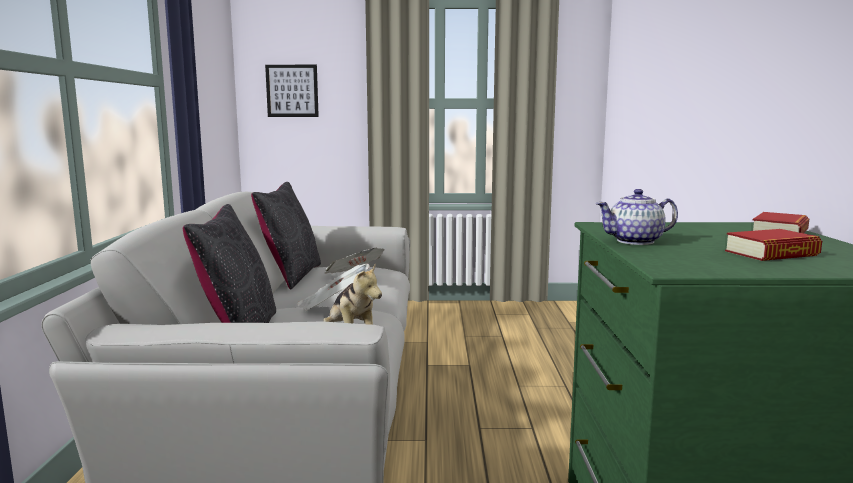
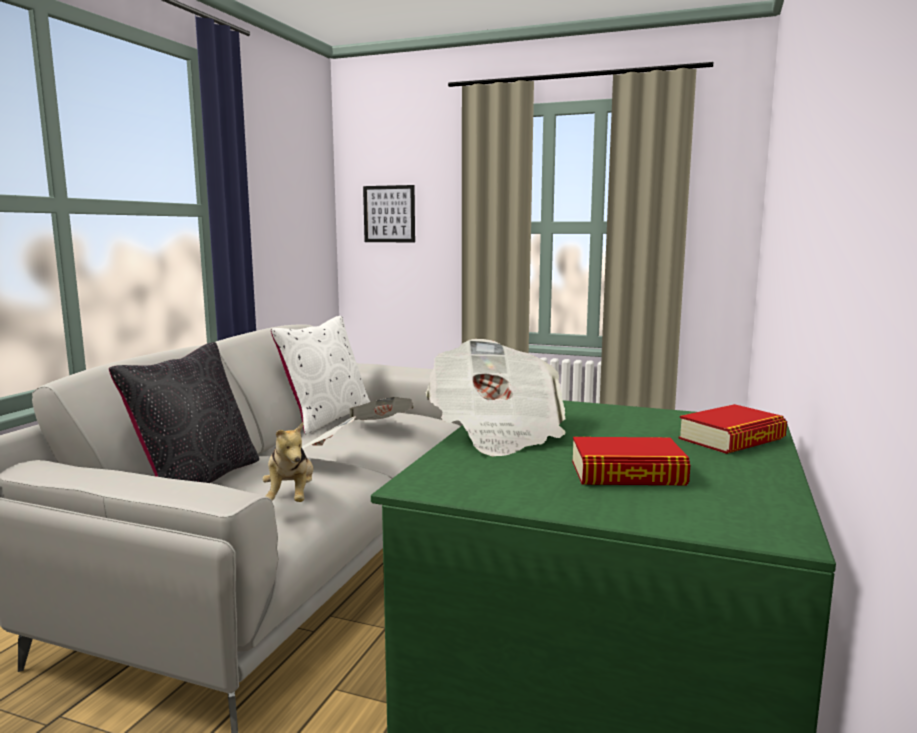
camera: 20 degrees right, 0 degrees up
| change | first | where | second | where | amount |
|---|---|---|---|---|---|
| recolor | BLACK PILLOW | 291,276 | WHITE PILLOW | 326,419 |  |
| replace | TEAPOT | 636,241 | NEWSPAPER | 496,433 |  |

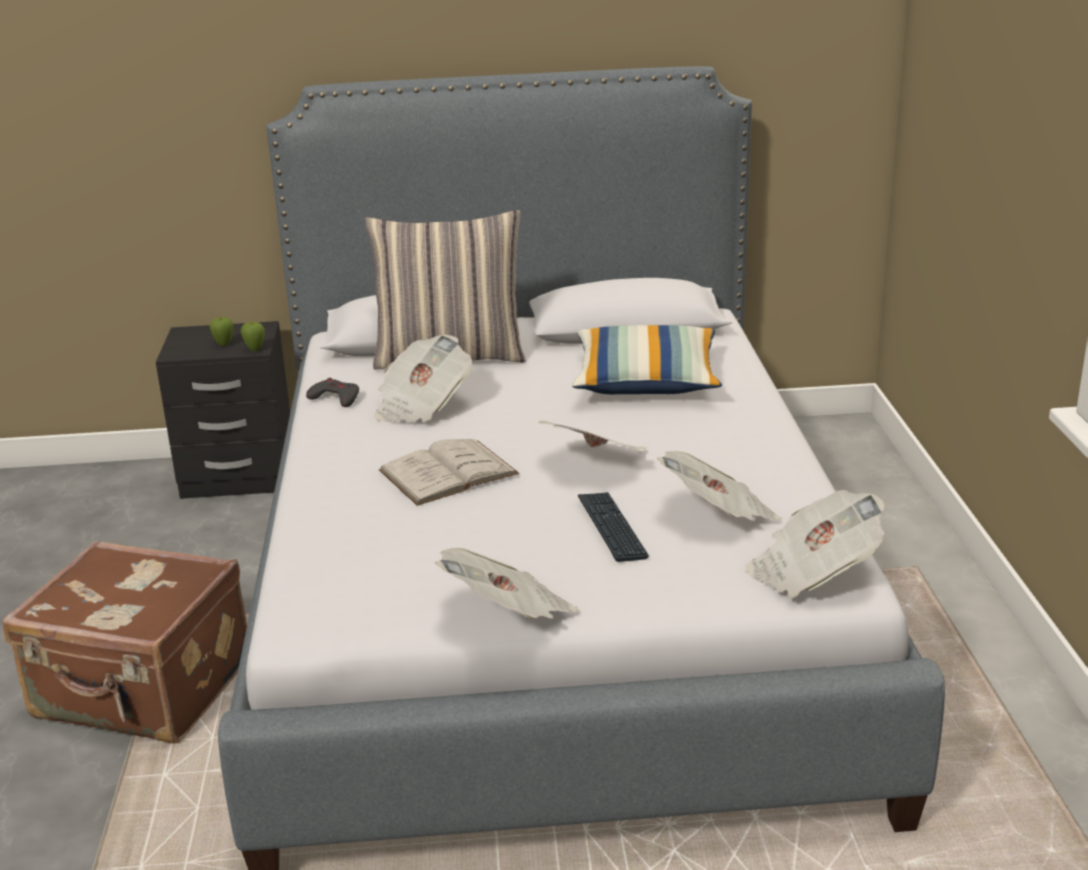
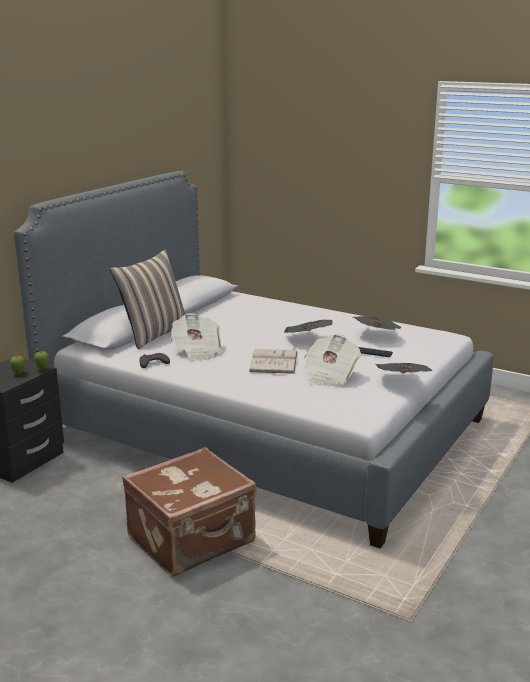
camera: 55 degrees left, 5 degrees down
| change | first | where | second | where | amount |
|---|---|---|---|---|---|
| delete | PILLOW | 646,381 |  |  |  |
| move | NEWSPAPER | 812,573 |  | 329,375 |  |

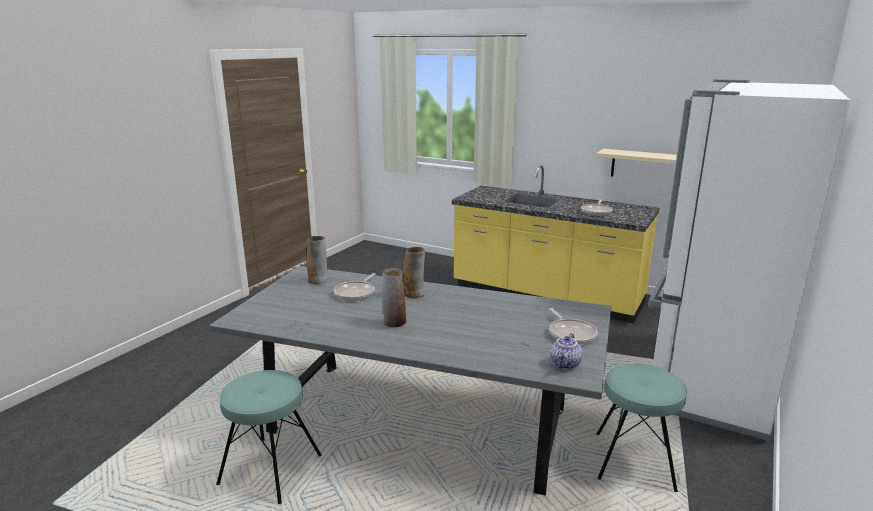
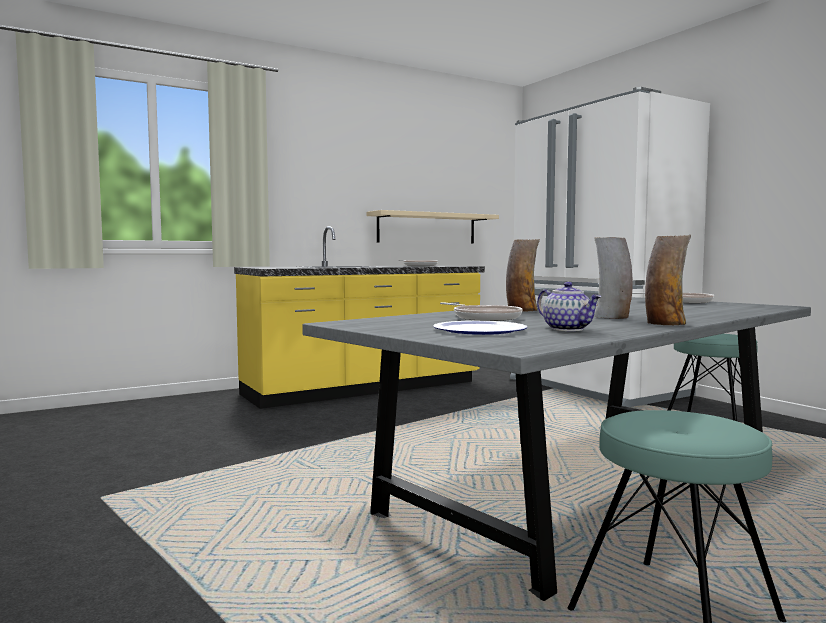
camera: 60 degrees left, 15 degrees down
| change | first | where | second | where | amount |
|---|---|---|---|---|---|
| move | VASE | 318,280 |  | 665,324 |  |
| move | TEAPOT | 566,364 |  | 568,329 |  |
| insert |  |  | PLATE | 480,330 |  |

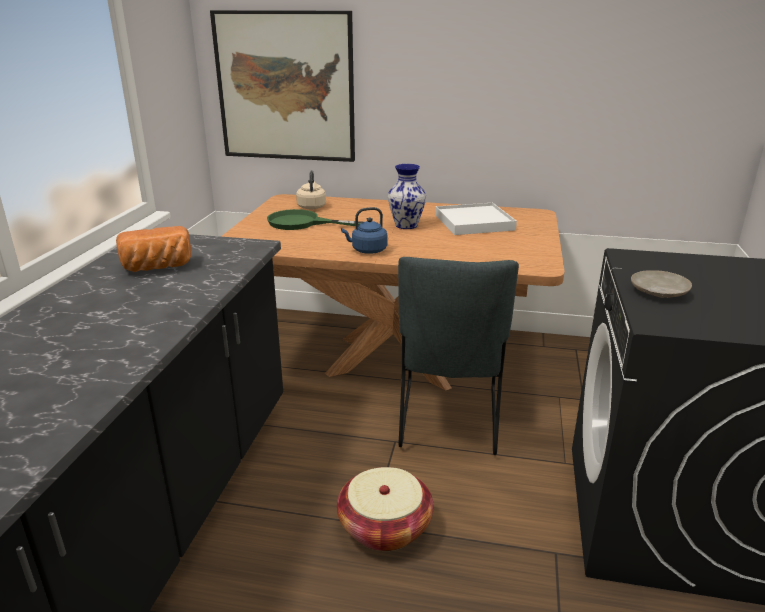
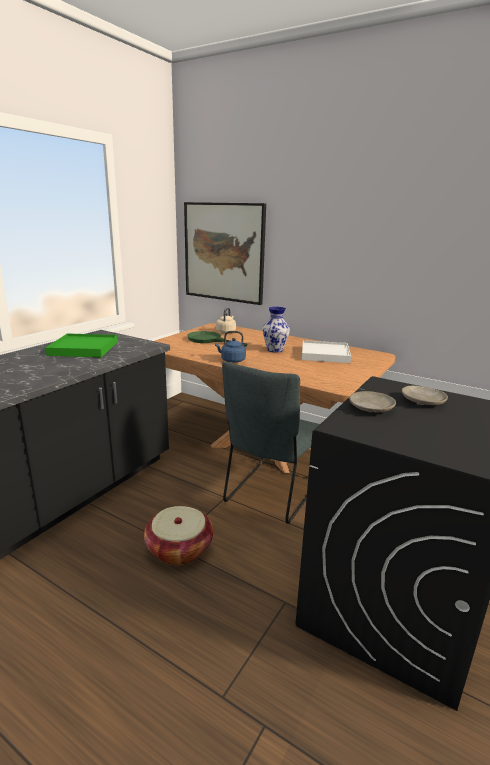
camera: 20 degrees right, 5 degrees down
| change | first | where | second | where | amount |
|---|---|---|---|---|---|
| replace | BREAD | 157,268 | GREEN TRAY | 83,348 |  |
| insert |  |  | BEIGE PLATE | 423,401 |  |

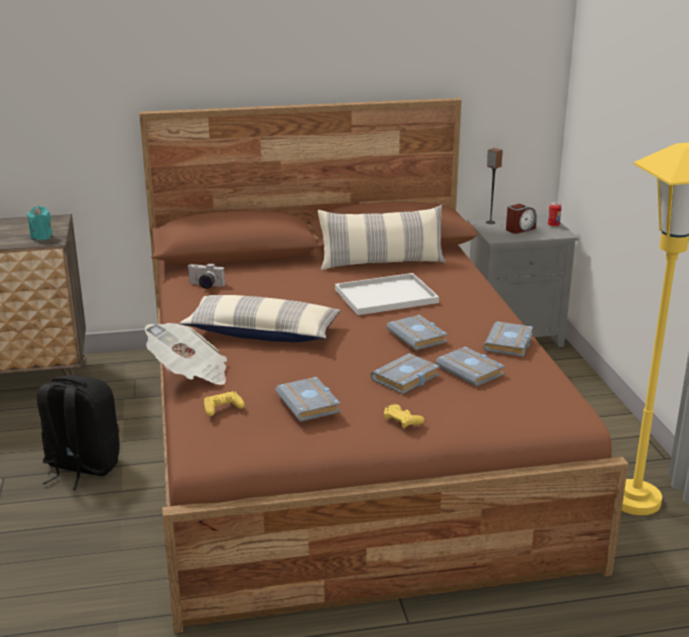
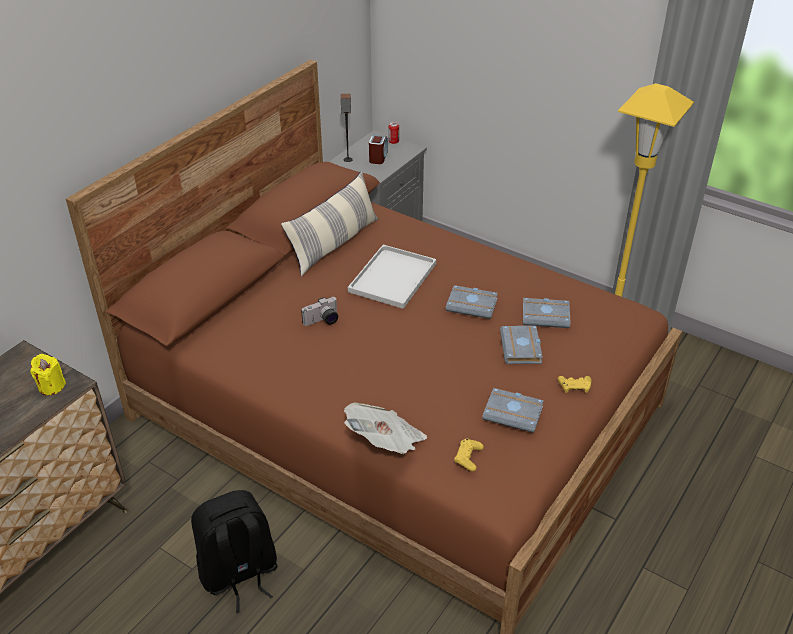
camera: 45 degrees left, 15 degrees up
| change | first | where | second | where | amount |
|---|---|---|---|---|---|
| recolor | TURQUOISE CANDLE | 41,237 | YELLOW CANDLE | 51,386 |  |
| move | PHOTO CAMERA | 205,286 |  | 322,321 |  |
| delete | PILLOW | 262,332 |  |  |  |
| delete | GREY BOOK | 510,344 |  |  |  |

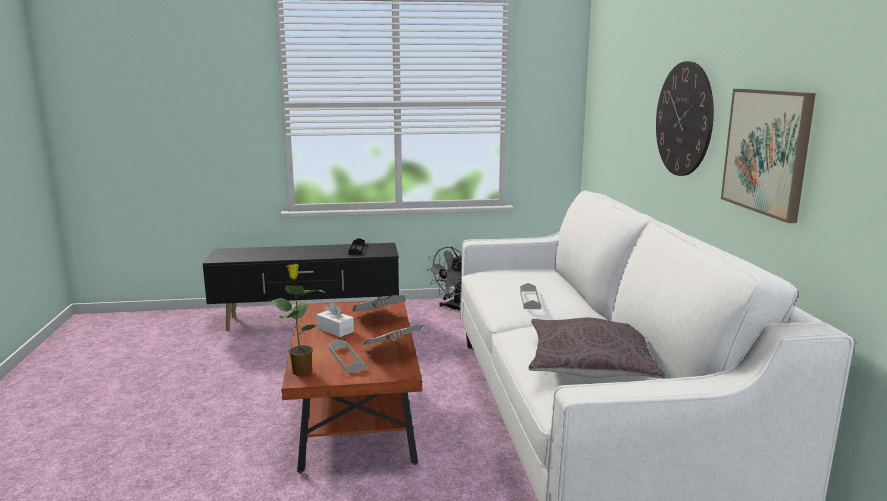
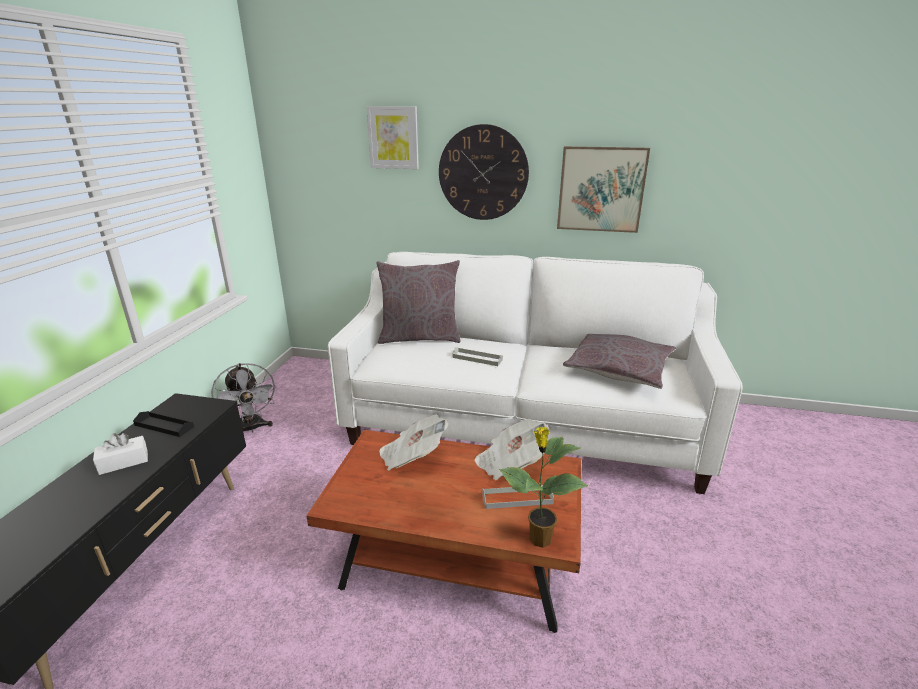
camera: 70 degrees left, 10 degrees up
| change | first | where | second | where | amount |
|---|---|---|---|---|---|
| move | WHITE TISSUE BOX | 335,330 |  | 124,462 |  |
| insert |  |  | PICTURE | 393,137 |  |
| insert |  |  | GREY PILLOW | 420,337 |  |

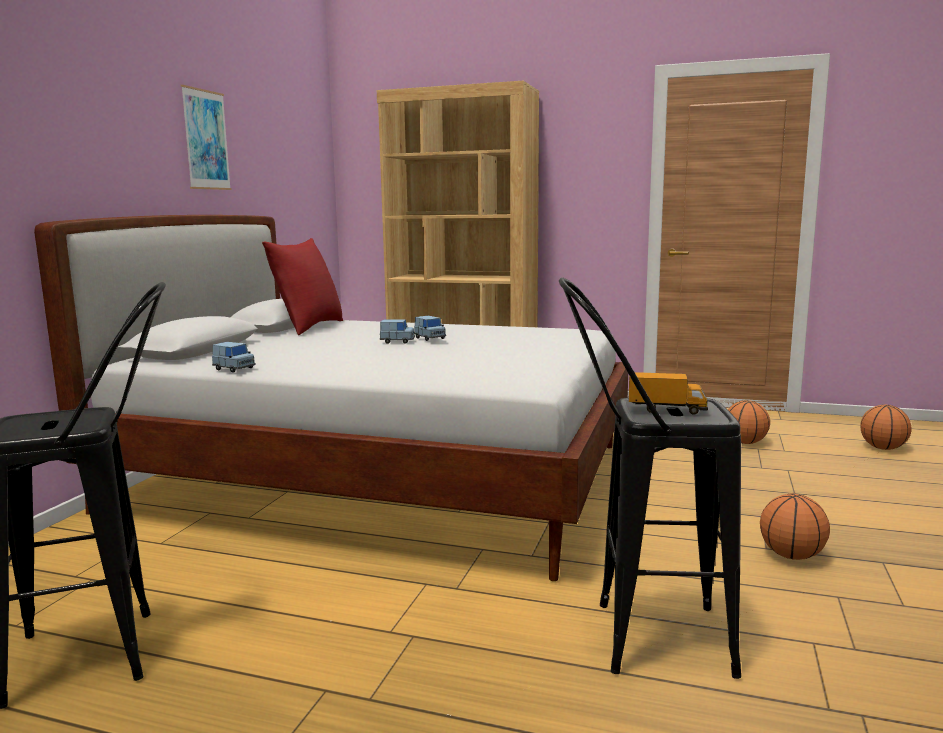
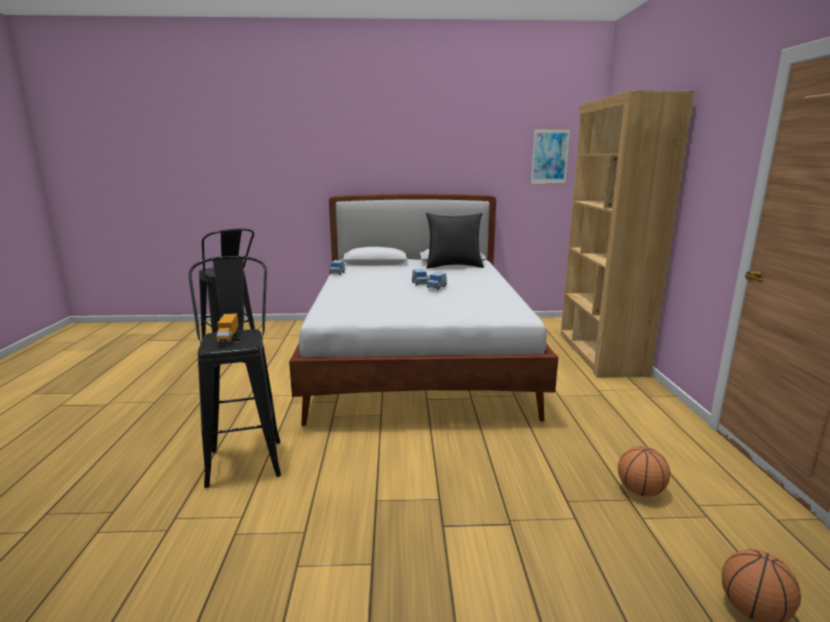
camera: 70 degrees right, 5 degrees up
| change | first | where | second | where | amount |
|---|---|---|---|---|---|
| move | PICTURE | 206,140 |  | 549,156 |  |
| recolor | RED PILLOW | 308,327 | BLACK PILLOW | 453,266 |  |
| delete | BASKETBALL | 791,556 |  |  |  |

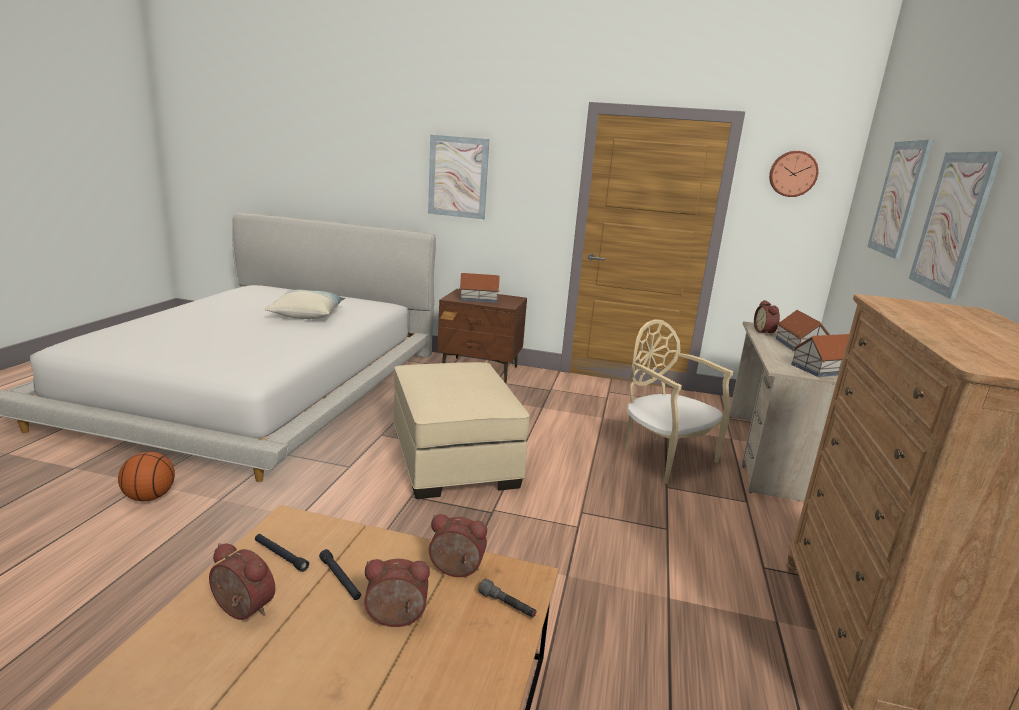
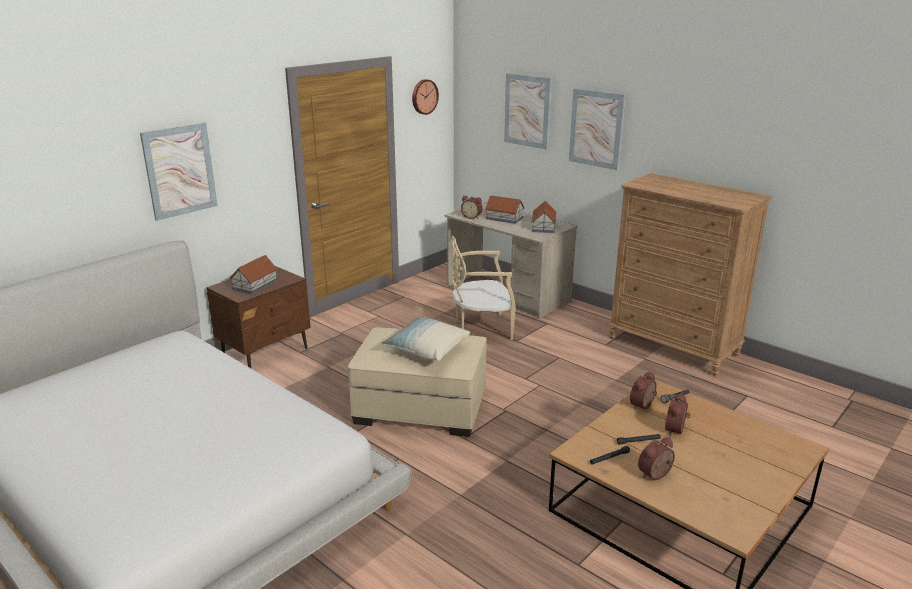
camera: 60 degrees left, 5 degrees up
| change | first | where | second | where | amount |
|---|---|---|---|---|---|
| move | PILLOW | 307,315 |  | 426,349 |  |
| delete | BASKETBALL | 150,497 |  |  |  |

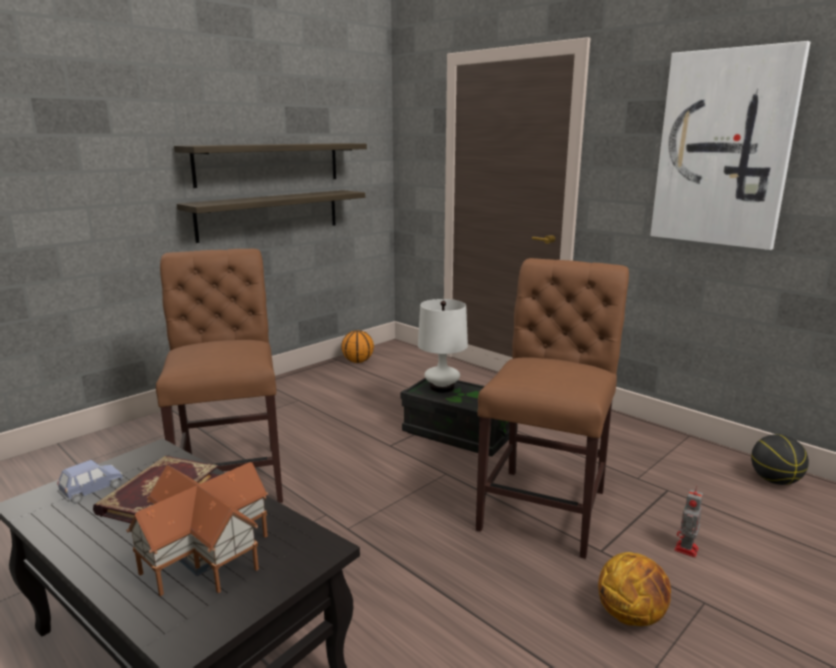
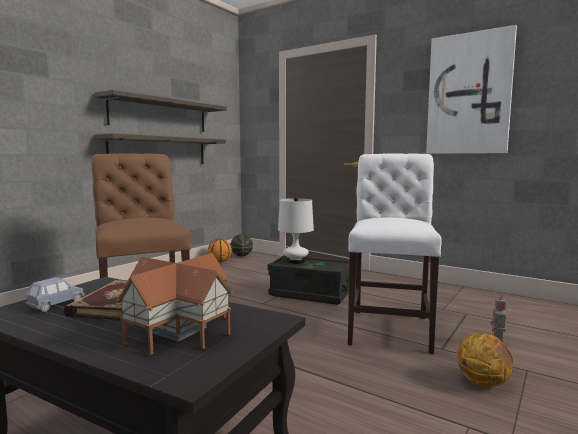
camera: 10 degrees left, 10 degrees down
| change | first | where | second | where | amount |
|---|---|---|---|---|---|
| recolor | BROWN CHAIR | 546,505 | WHITE CHAIR | 390,327 |  |
| move | BASKETBALL | 775,480 |  | 241,256 |  |

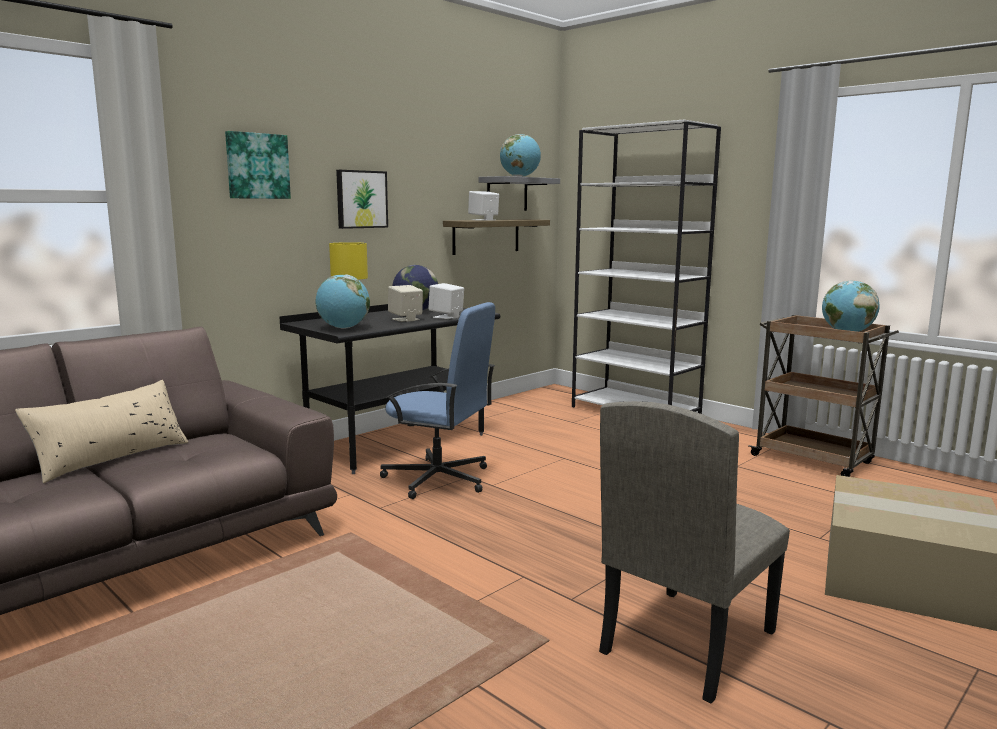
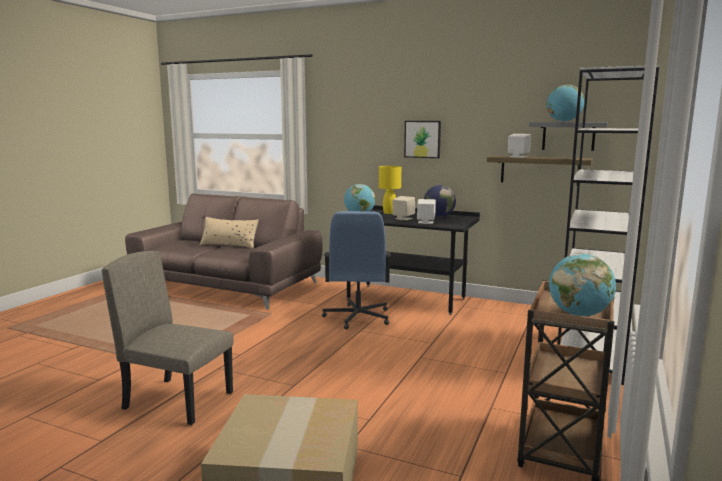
camera: 70 degrees right, 0 degrees up
| change | first | where | second | where | amount |
|---|---|---|---|---|---|
| delete | PICTURE | 257,166 |  |  |  |

